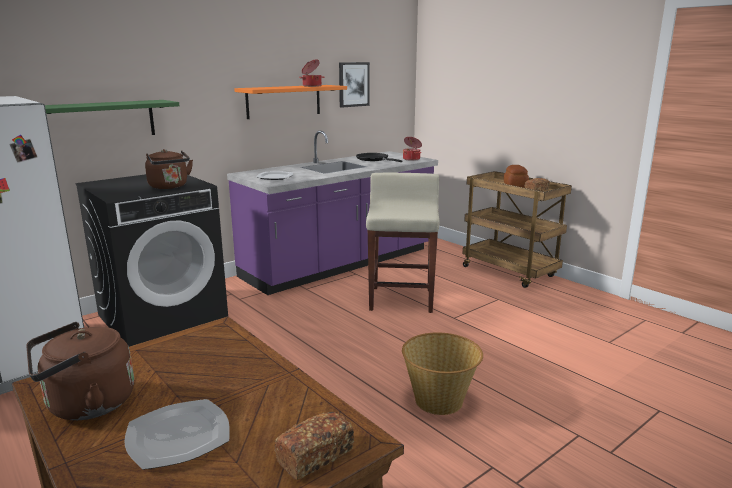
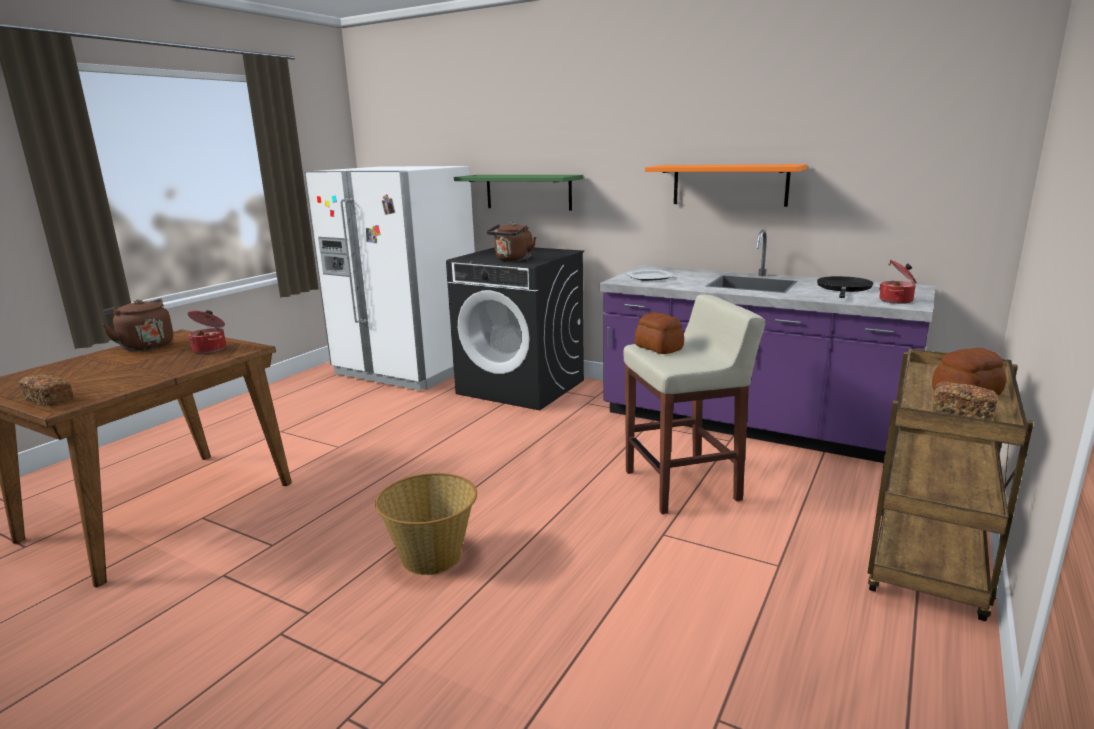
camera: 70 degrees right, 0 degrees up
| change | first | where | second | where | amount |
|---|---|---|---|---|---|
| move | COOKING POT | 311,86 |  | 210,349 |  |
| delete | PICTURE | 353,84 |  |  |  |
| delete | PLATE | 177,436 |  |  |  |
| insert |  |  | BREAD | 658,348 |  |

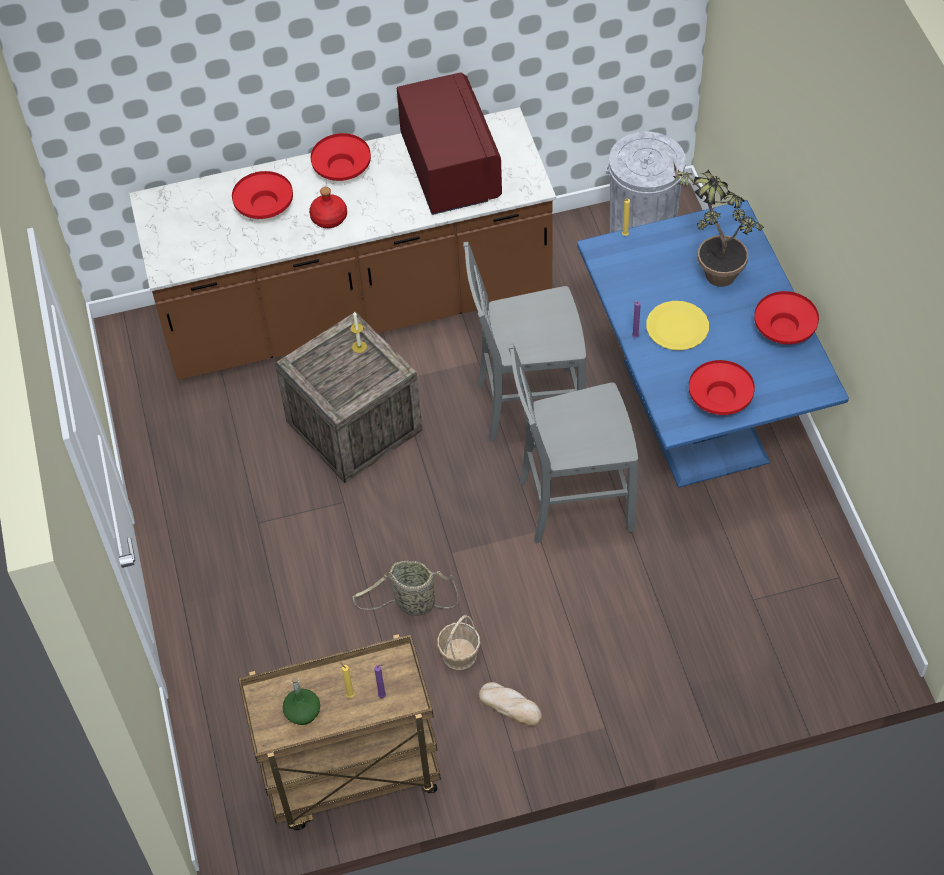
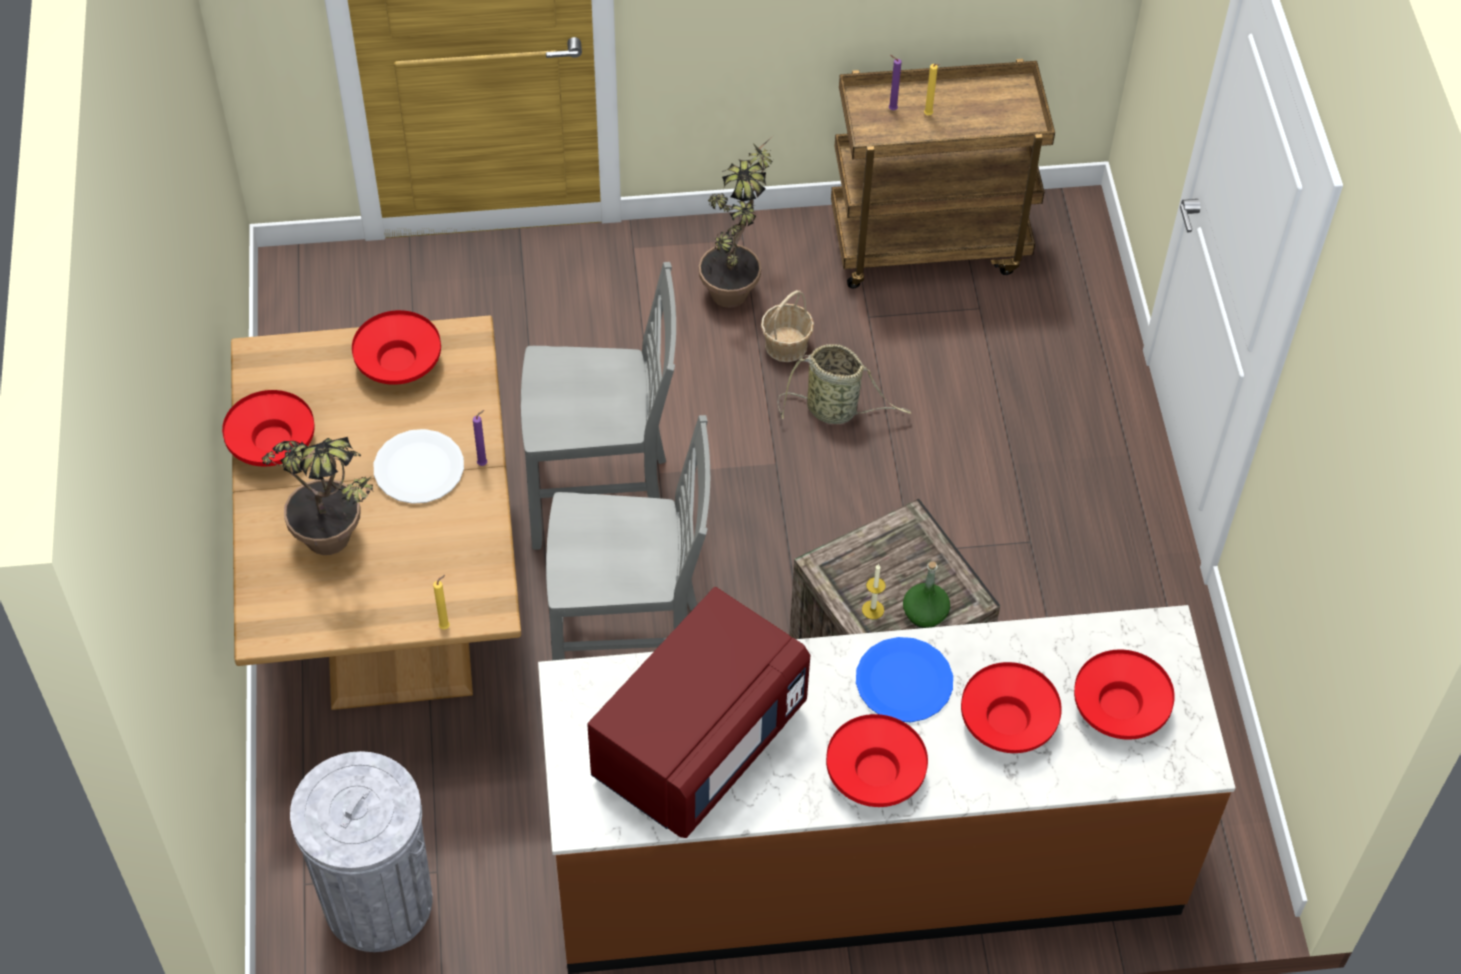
camera: 175 degrees left, 0 degrees up
| change | first | where | second | where | amount |
|---|---|---|---|---|---|
| rotate | RED MICROWAVE | 449,169 |  | 698,742 | 135 degrees counterclockwise |
| replace | RED BOTTLE | 329,217 | BLUE PLATE | 903,681 |  |
| recolor | BLUE DINING TABLE | 697,410 | BROWN DINING TABLE | 393,603 |  |
| recolor | YELLOW PLATE | 677,327 | WHITE PLATE | 418,468 |  |
| move | GREEN BOTTLE | 303,712 |  | 924,613 |  |
| replace | BREAD | 510,705 | POTTED PLANT | 736,284 |  |
| insert |  |  | RED BOWL | 1119,708 |  |

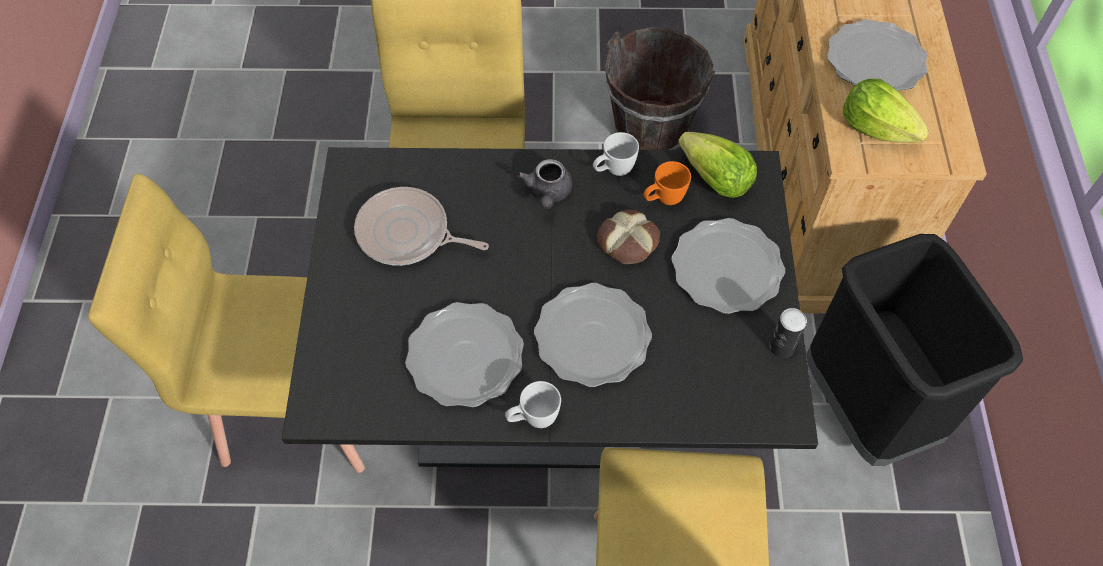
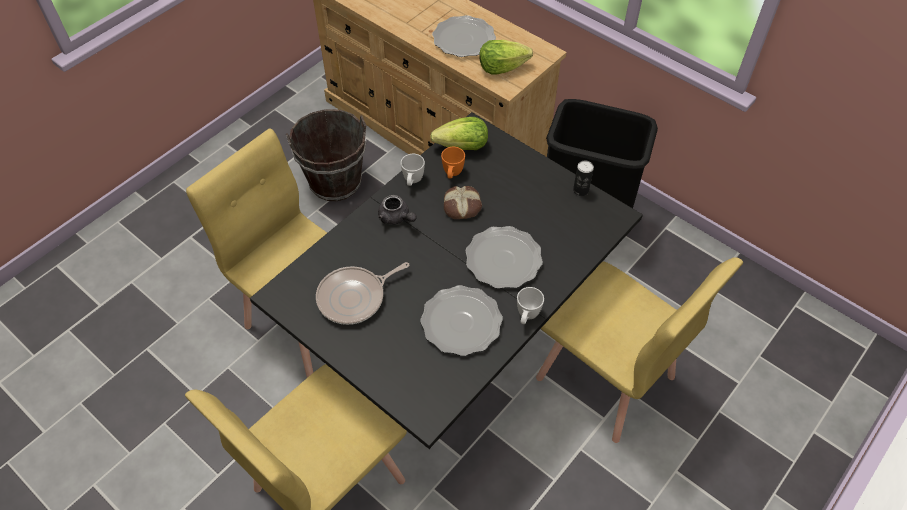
camera: 50 degrees left, 5 degrees down
| change | first | where | second | where | amount |
|---|---|---|---|---|---|
| delete | PLATE | 726,268 |  |  |  |

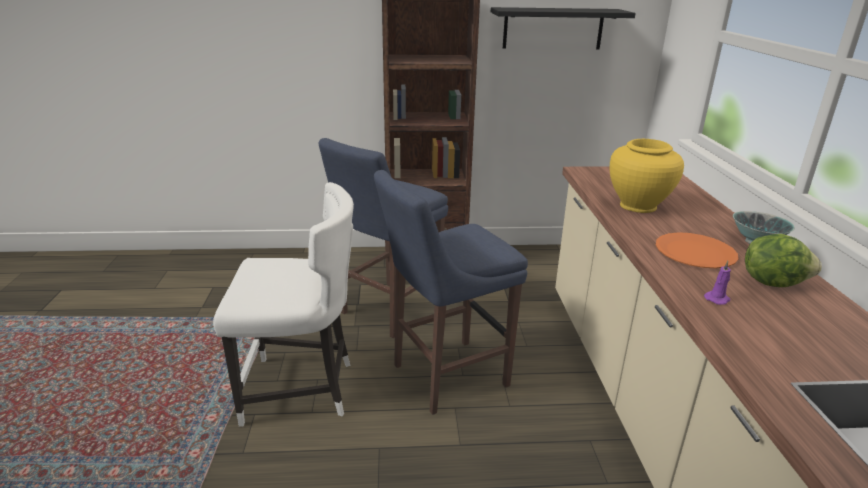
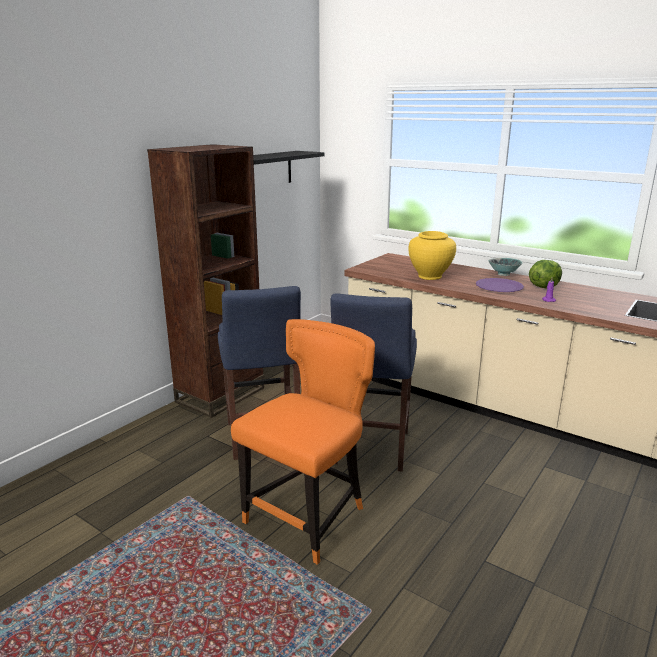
camera: 50 degrees left, 5 degrees down
| change | first | where | second | where | amount |
|---|---|---|---|---|---|
| recolor | WHITE CHAIR | 301,390 | ORANGE CHAIR | 309,516 |  |
| recolor | ORANGE PLATE | 695,253 | PURPLE PLATE | 499,287 |  |

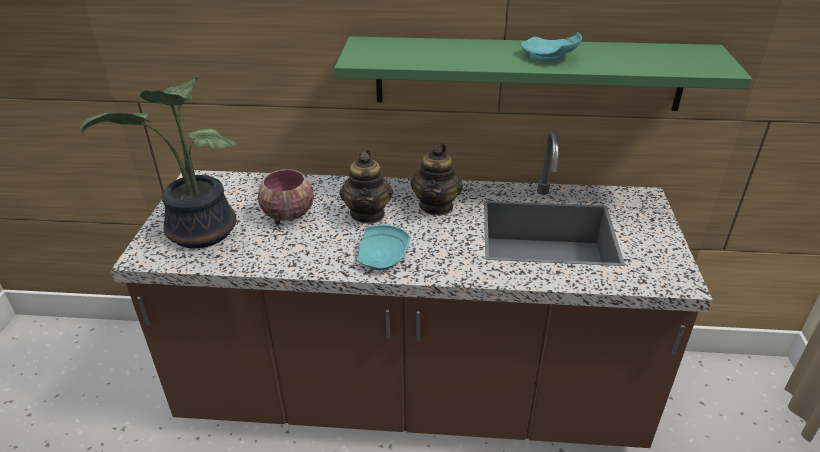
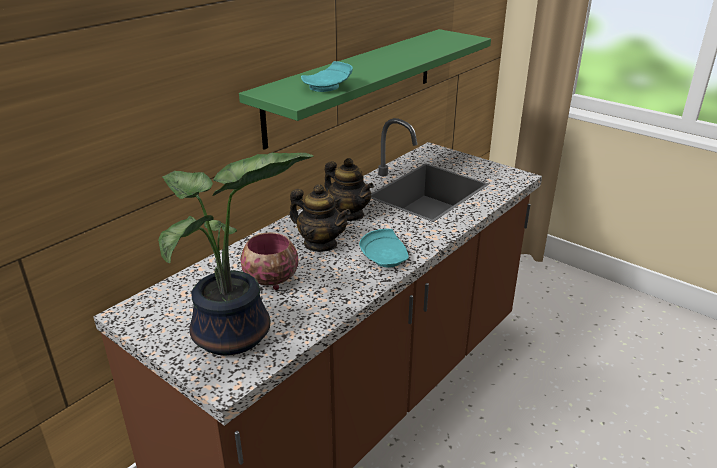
camera: 55 degrees left, 5 degrees down
| change | first | where | second | where | amount |
|---|---|---|---|---|---|
| move | TURQUOISE PLATE | 550,57 |  | 328,87 |  |

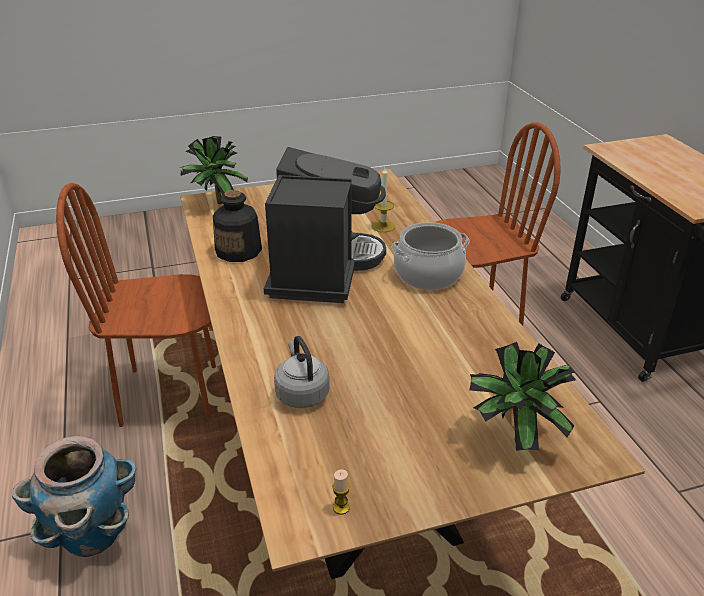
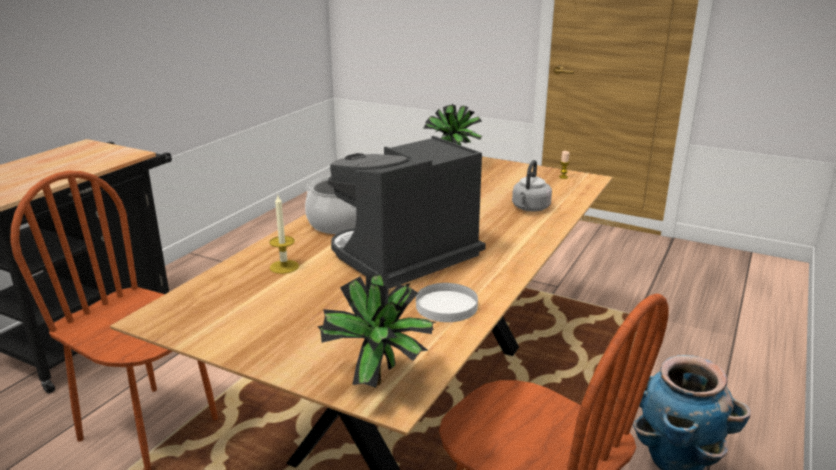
camera: 135 degrees left, 10 degrees down
| change | first | where | second | where | amount |
|---|---|---|---|---|---|
| replace | BOTTLE | 239,251 | WHITE PLATE | 446,305 |  |

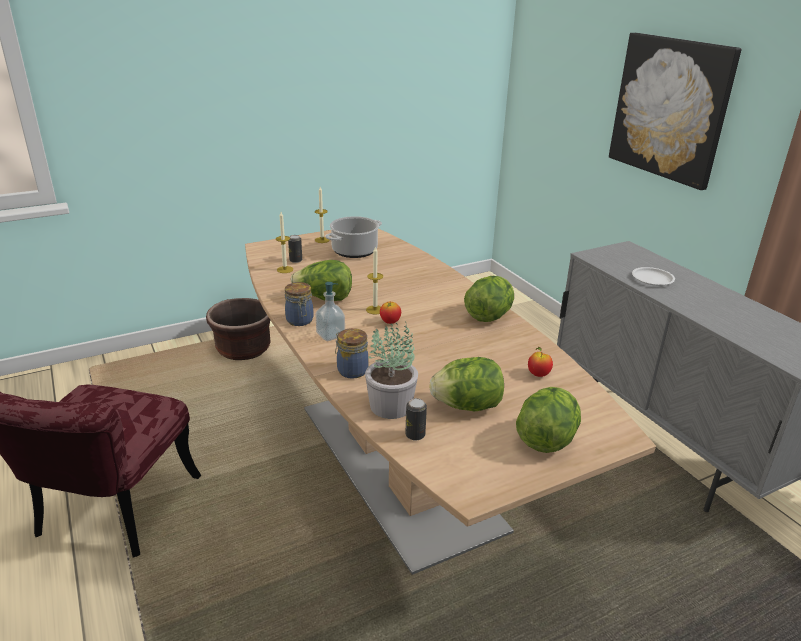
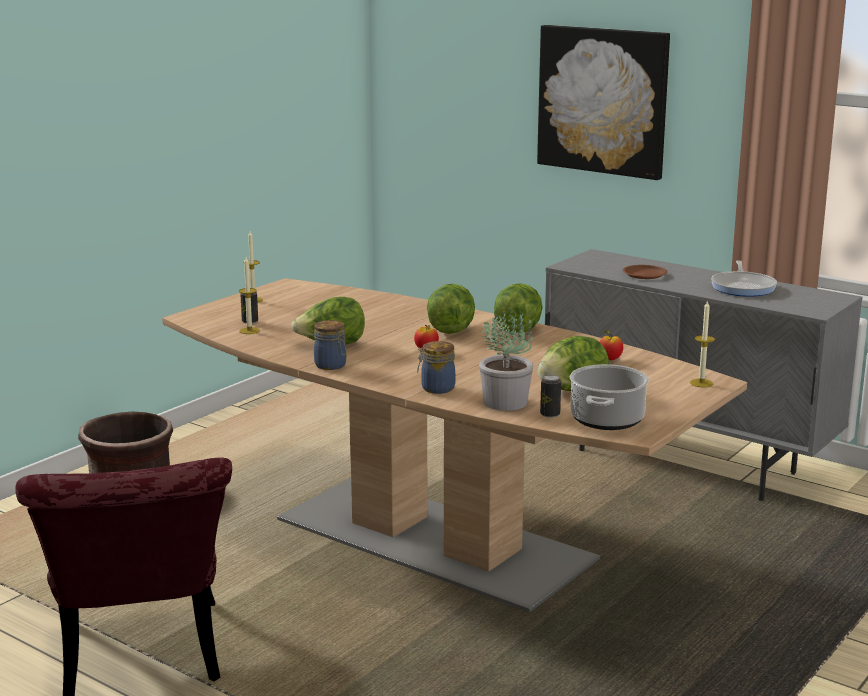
camera: 25 degrees left, 10 degrees down
| change | first | where | second | where | amount |
|---|---|---|---|---|---|
| move | COOKING POT | 355,251 |  | 606,419 |  |
| move | CANDLE | 375,310 |  | 701,383 |  |
| recolor | WHITE PLATE | 652,279 | BROWN PLATE | 645,275 |  |
| delete | SOAP DISPENSER | 330,335 |  |  |  |
| move | LETTUCE | 546,440 |  | 450,330 |  |
| insert |  |  | FRYING PAN | 743,287 |  |

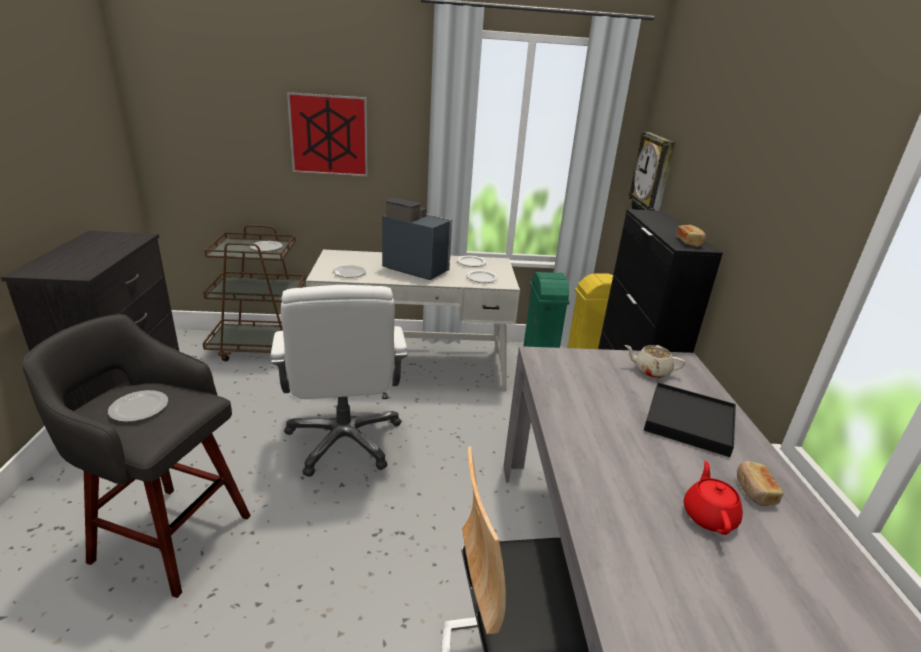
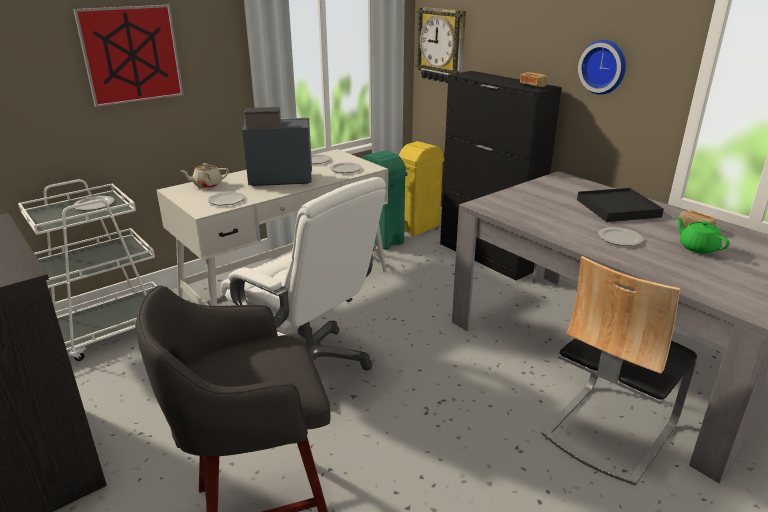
camera: 35 degrees left, 0 degrees up
| change | first | where | second | where | amount |
|---|---|---|---|---|---|
| recolor | BROWN CART | 264,348 | WHITE CART | 109,330 |  |
| move | BEIGE TEAPOT | 651,371 |  | 207,185 |  |
| move | PLATE | 139,407 |  | 619,238 |  |
| recolor | RED TEAPOT | 708,516 | GREEN TEAPOT | 697,248 |  |
| insert |  |  | WALL CLOCK | 604,67 |  |

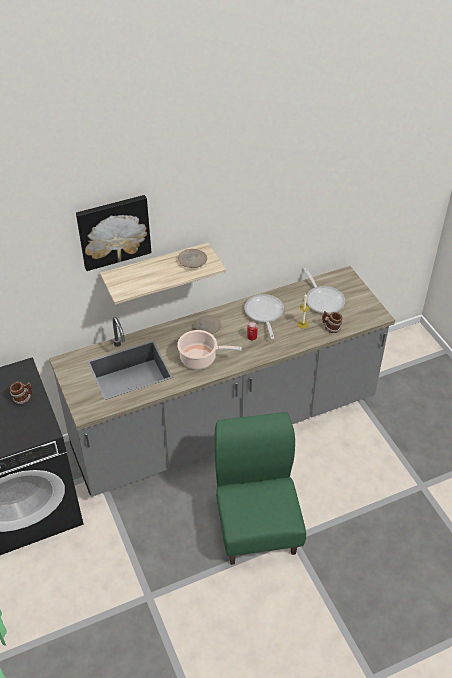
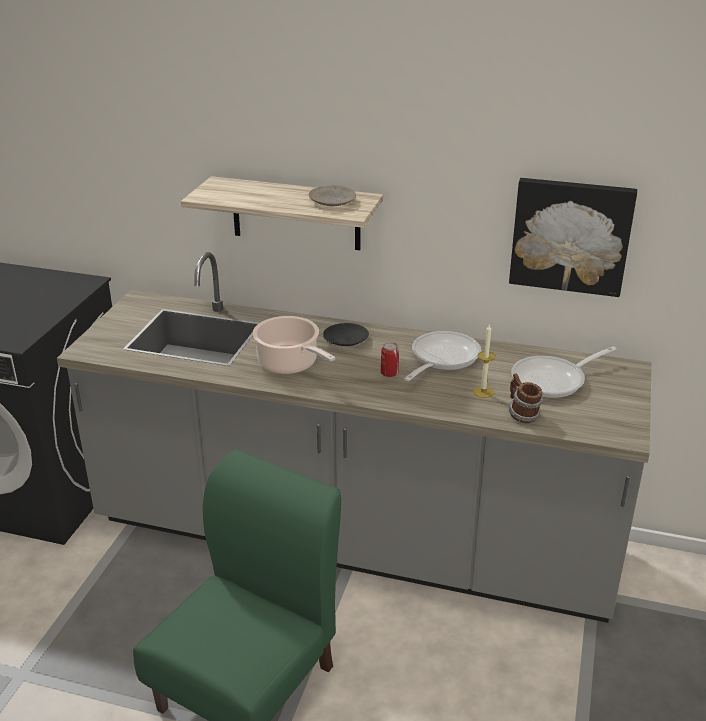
camera: 40 degrees right, 15 degrees down
| change | first | where | second | where | amount |
|---|---|---|---|---|---|
| move | PICTURE | 113,231 |  | 571,235 |  |
| rotate | FRYING PAN | 323,300 |  | 553,380 | 45 degrees clockwise |
| recolor | BEIGE PLATE | 207,328 | BLACK PLATE | 345,340 |  |
| delete | MUG | 23,398 |  |  |  |

